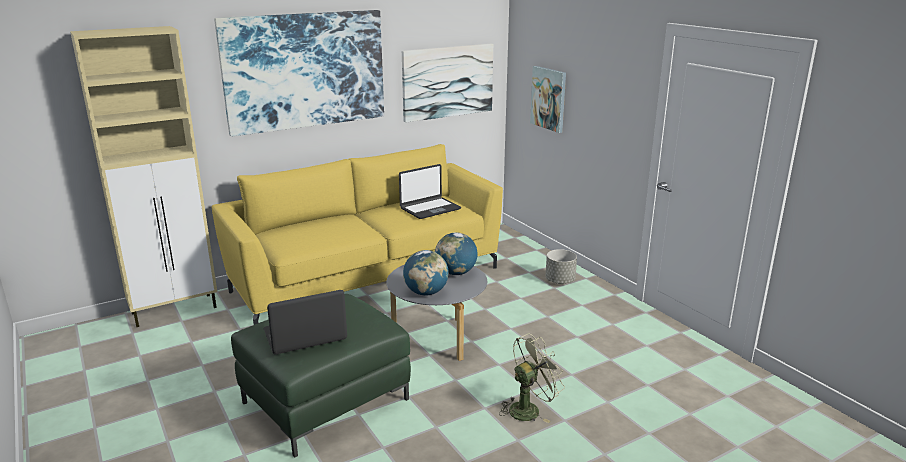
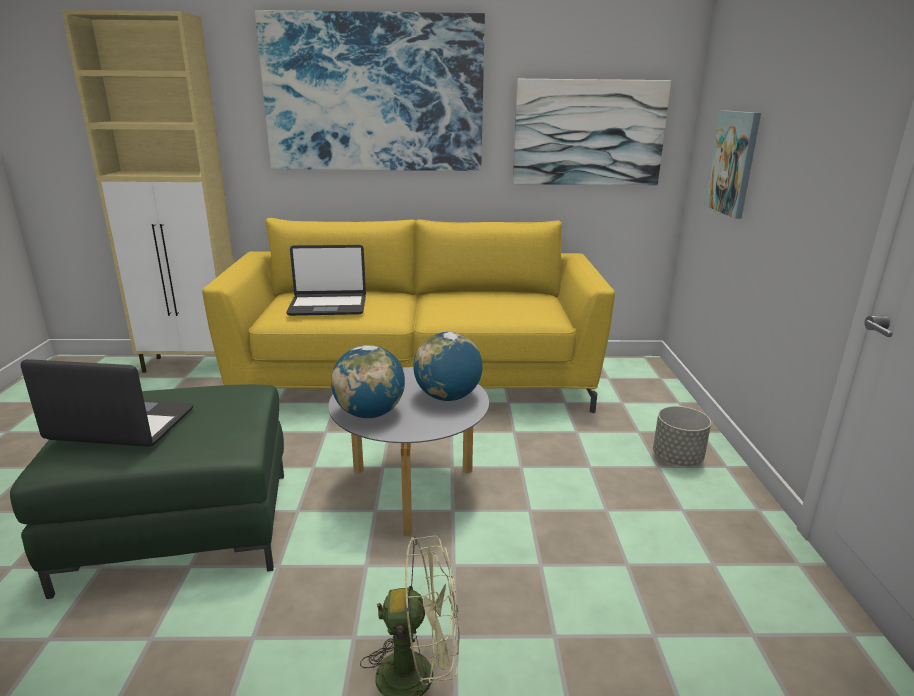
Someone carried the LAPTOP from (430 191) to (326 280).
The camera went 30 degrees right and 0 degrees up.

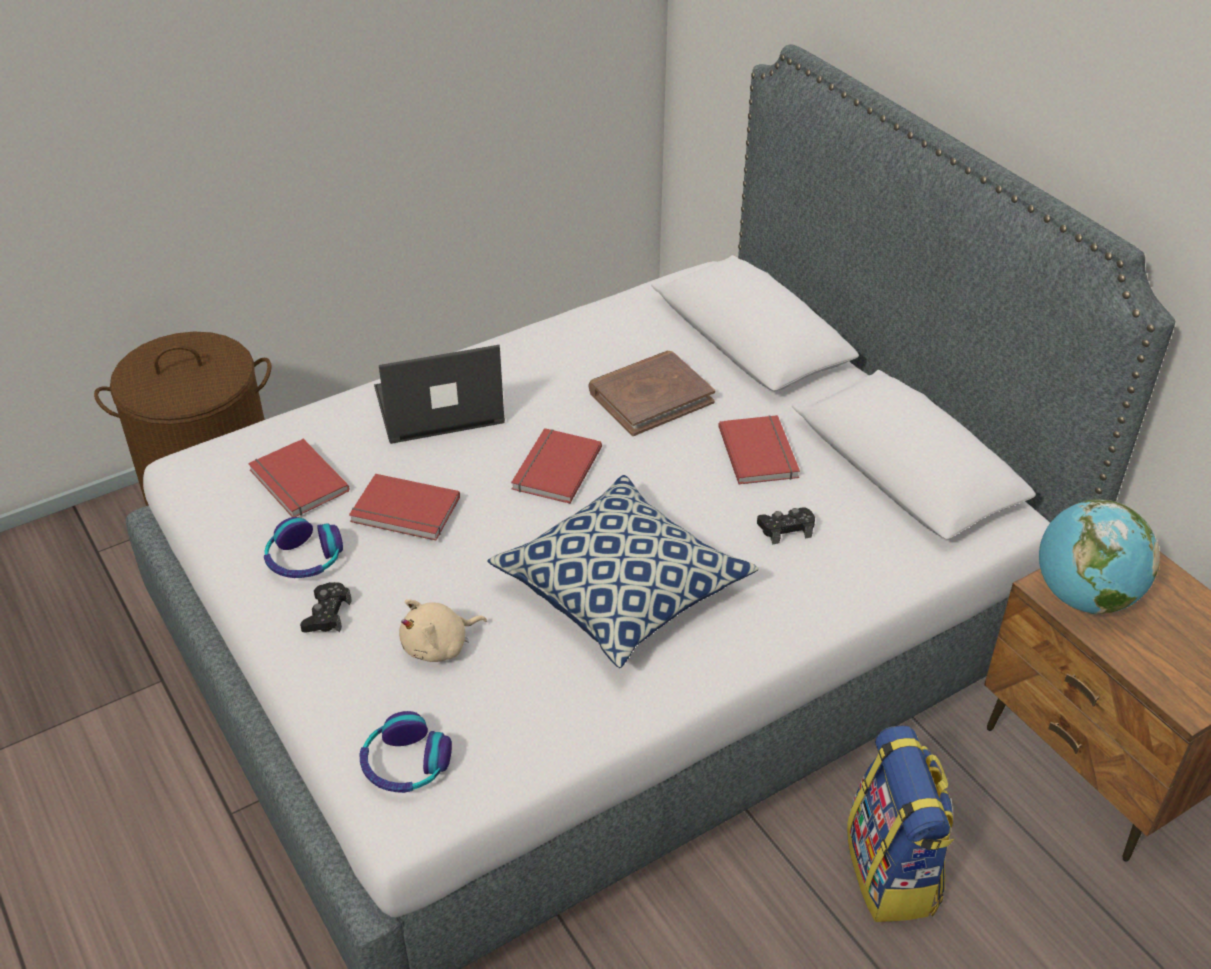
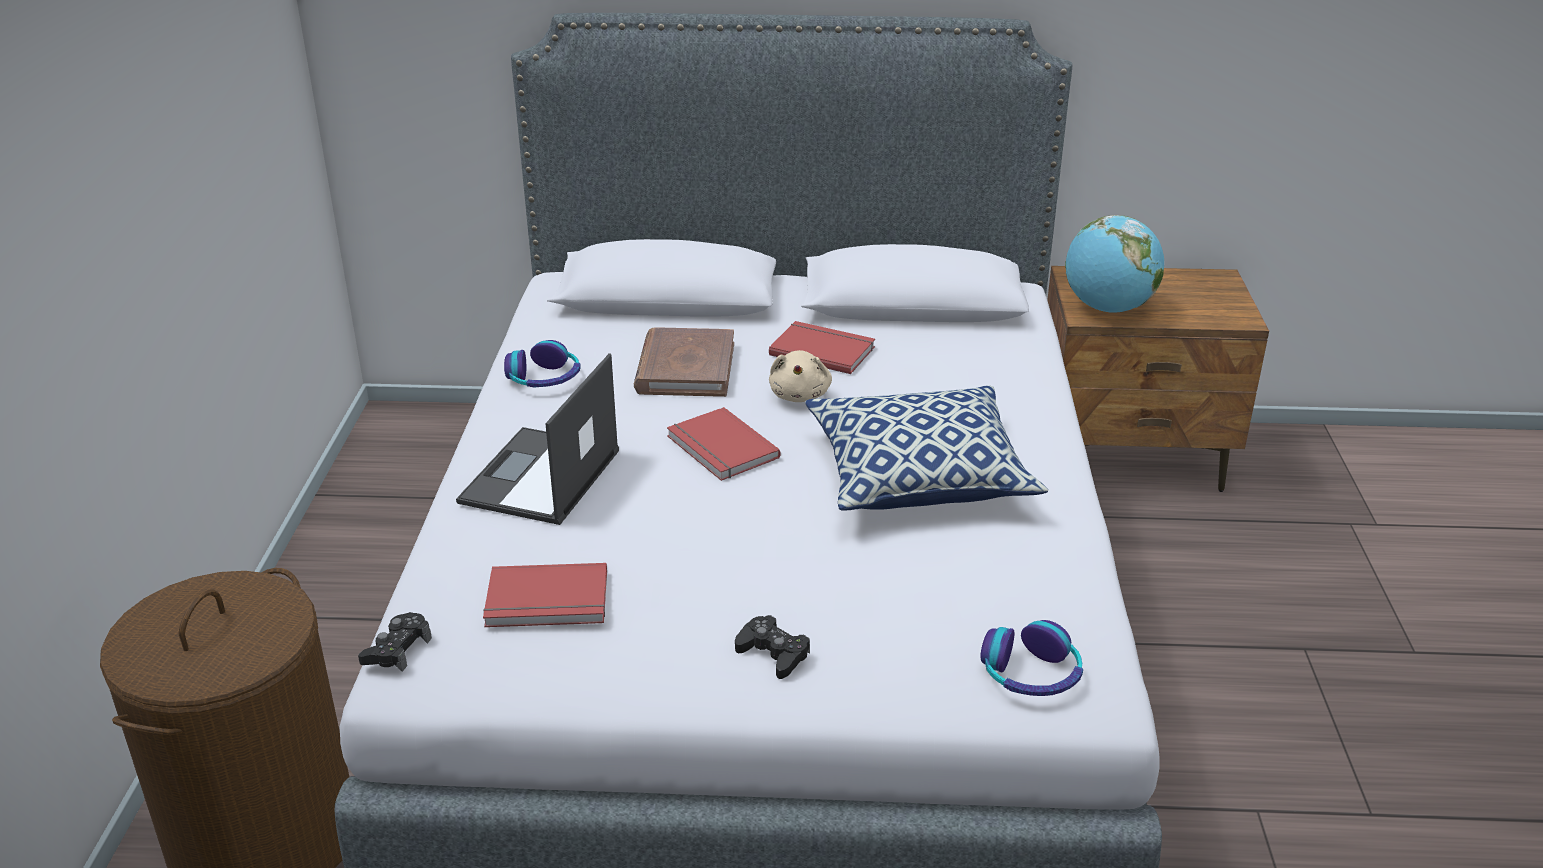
Someone took away the RED BOOK at (404 507).
Someone carried the BLACK GAME CONTROLLER from (786 526) to (395 641).
Someone carried the HEADPHONES from (303 547) to (542 364).
Someone carried the BEIGE PLUSH TOY from (443 630) to (800 376).
Someone took away the BACKPACK at (901 824).
The camera went 55 degrees left and 10 degrees down.

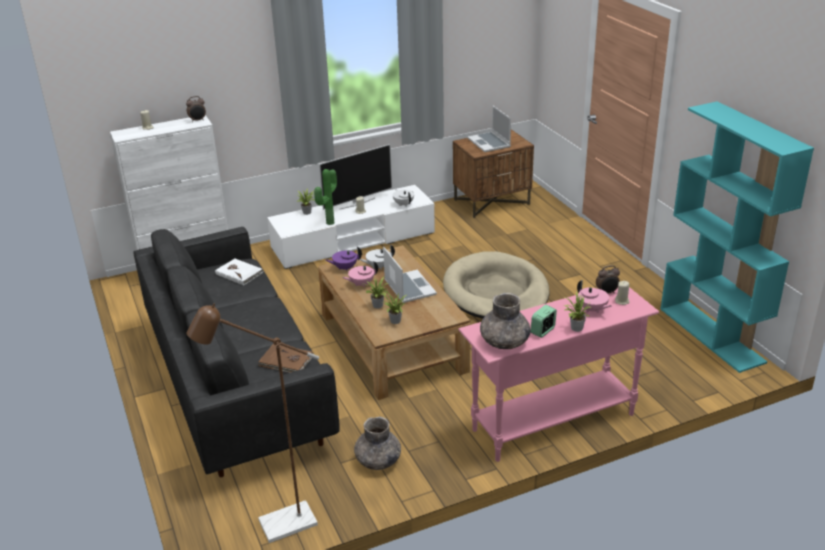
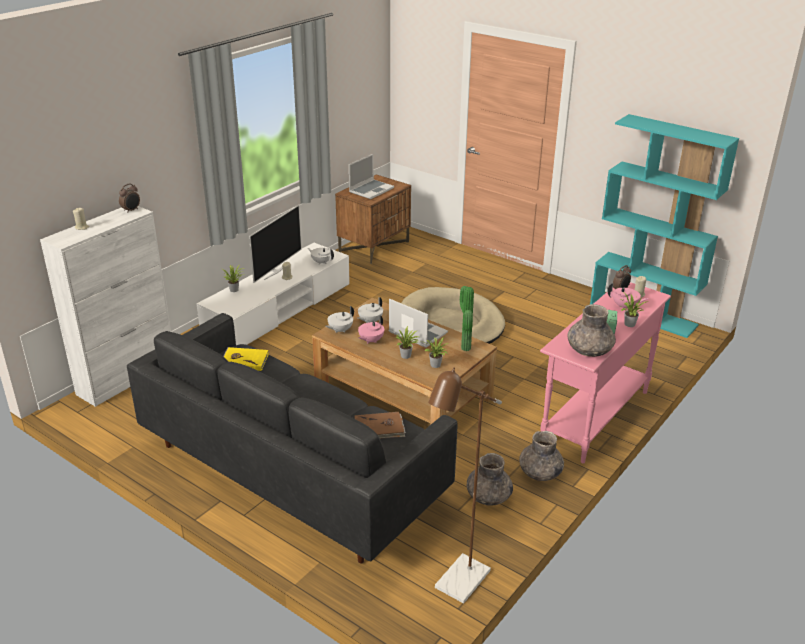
Someone rotated the LAPTOP at (489 128) by 90 degrees counterclockwise.
Someone carried the POTTED PLANT from (325 197) to (467 318).
Someone repainted the PURPLE TEAPOT at (343 258), which became the WHITE TEAPOT at (339 319).
Someone repainted the WHITE BOOK at (239 271), which became the YELLOW BOOK at (246 359).
Someone put down the GREY VASE at (541 456).
The camera went 30 degrees left and 0 degrees up.

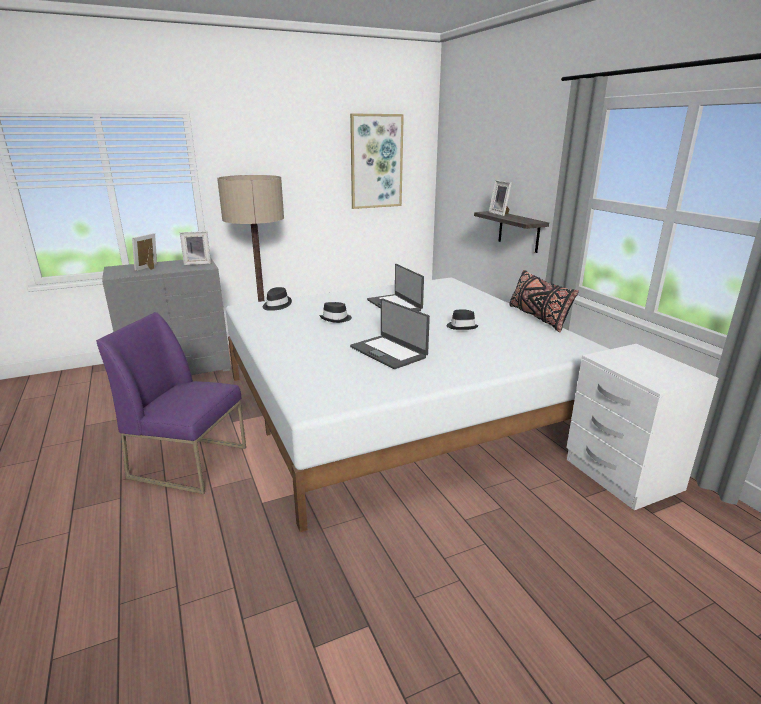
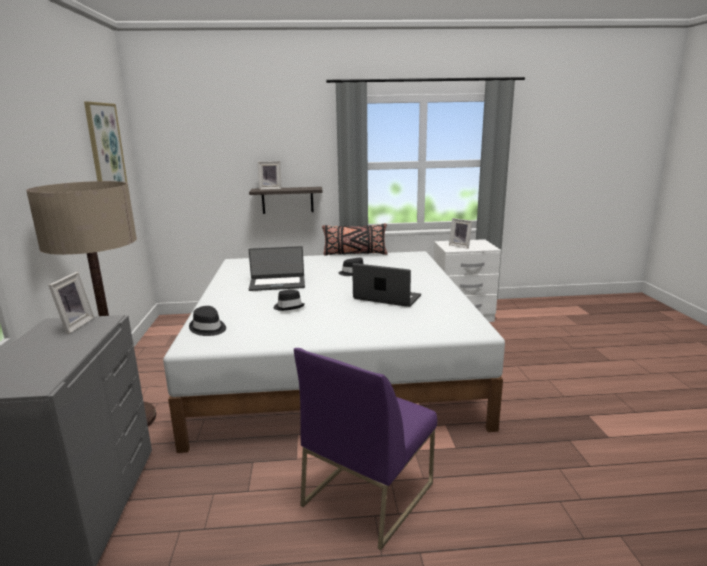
Someone carried the PICTURE FRAME from (144 252) to (461 233).
Someone rotated the LAPTOP at (390 334) by 135 degrees counterclockwise.
The camera went 70 degrees left and 5 degrees down.

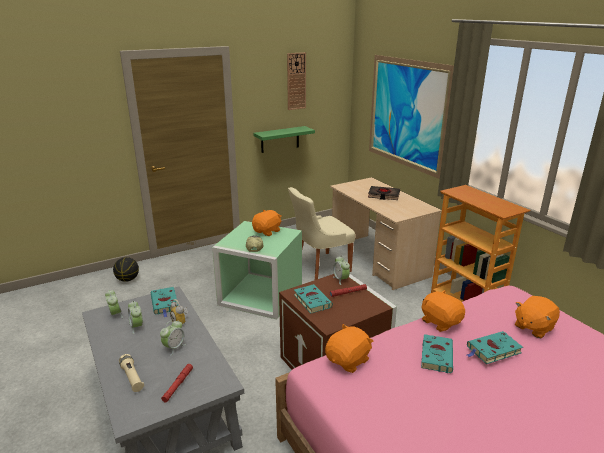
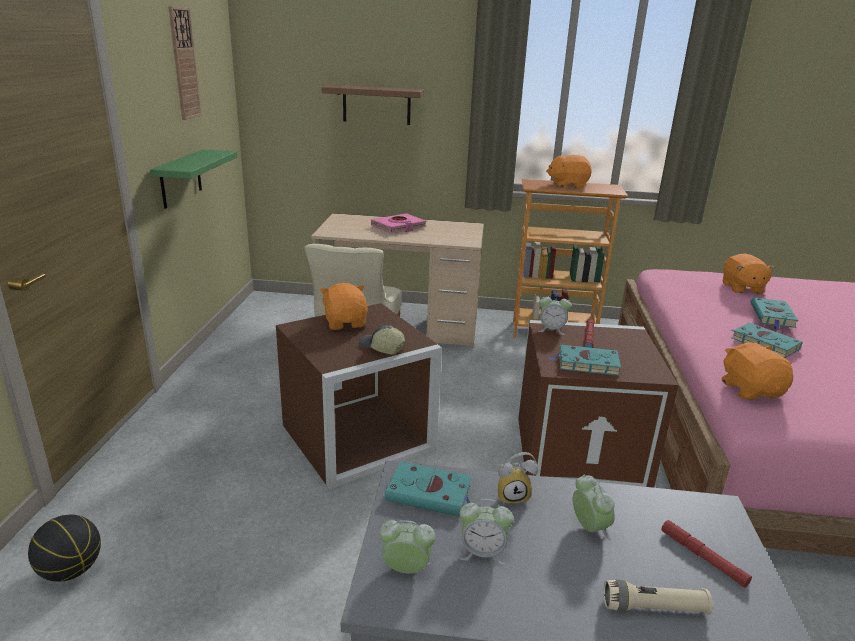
Someone swapped the PICTURE at (411 117) for the BROWN SHELF at (373 105).
Someone repainted the BLACK BOOK at (384 193), which became the PINK BOOK at (399 223).
Someone repainted the GREEN STORAGE BOX at (257 270), which became the BROWN STORAGE BOX at (359 396).
Someone carried the ORANGE PLUSH TOY from (443 311) to (569 171).
The camera went 55 degrees left and 0 degrees up.

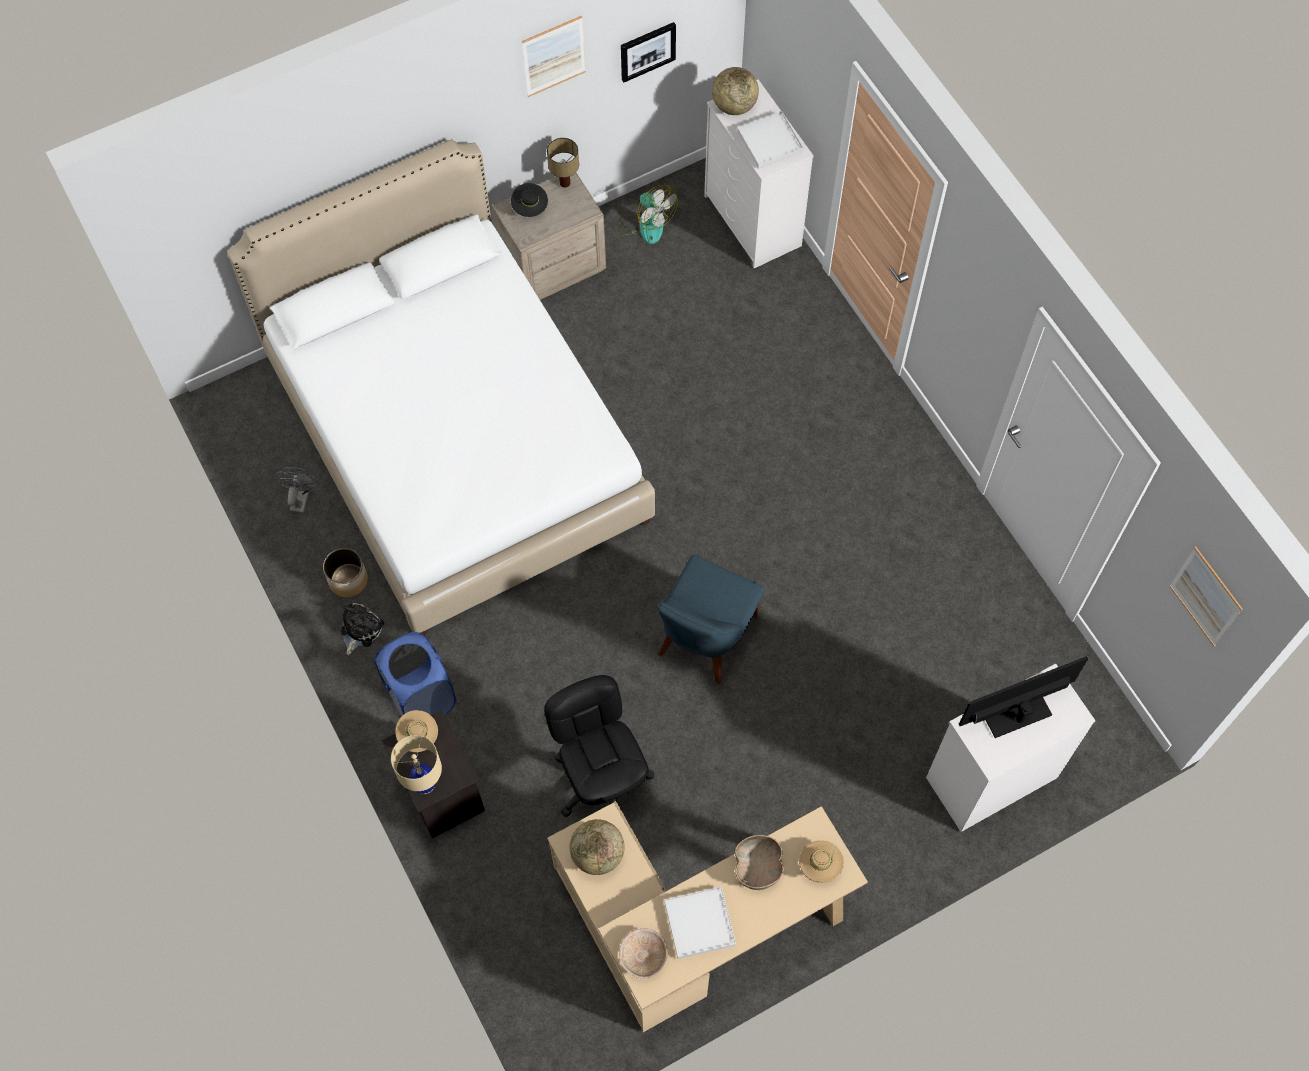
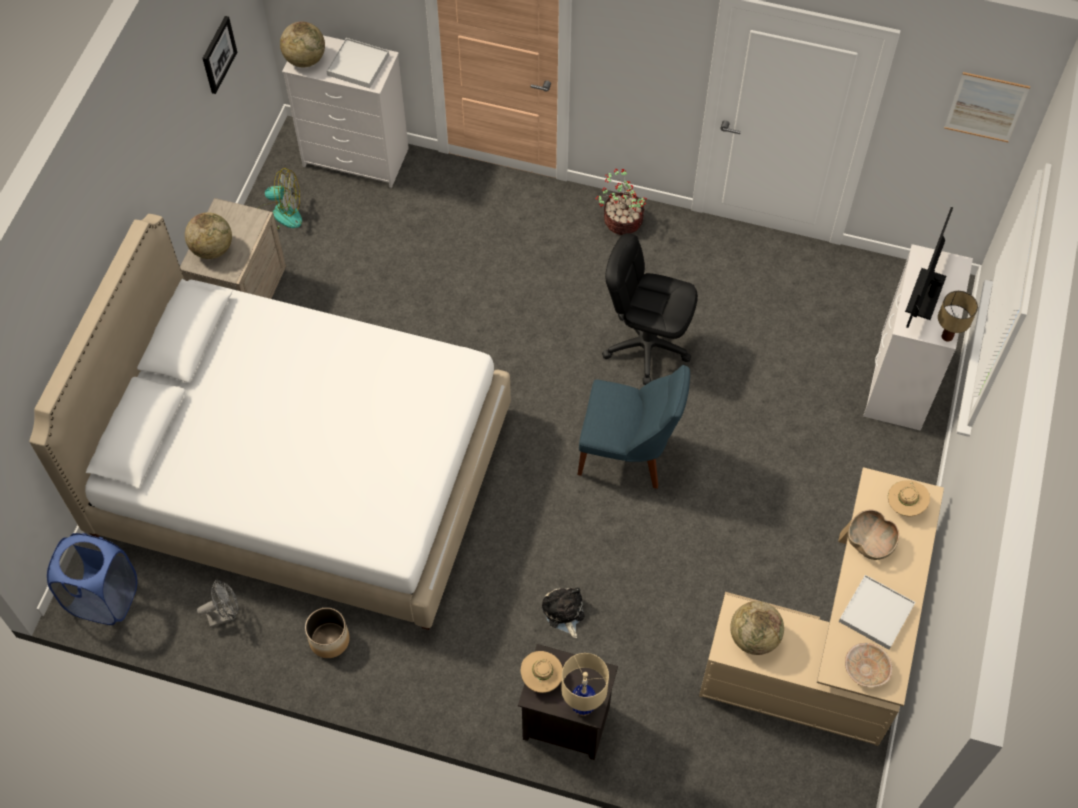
Someone took away the PICTURE at (554 56).
Someone carried the TABLE LAMP from (563 163) to (958 316).
Someone swapped the BLACK HAT at (529 200) for the GLOBE at (208 235).
Someone rotated the GREY FAN at (296 490) by 105 degrees clockwise.
Someone rotated the BLUE CHAIR at (711 619) by 60 degrees counterclockwise.
Someone carried the PLUSH TOY from (362 629) to (563 613).
Someone carried the BLUE LAUNDRY BASKET from (415 674) to (92 579).
Someone carried the BLACK OFFICE CHAIR from (599 746) to (650 309).
Someone put down the POTTED PLANT at (621 202).
The camera went 45 degrees left and 5 degrees down.

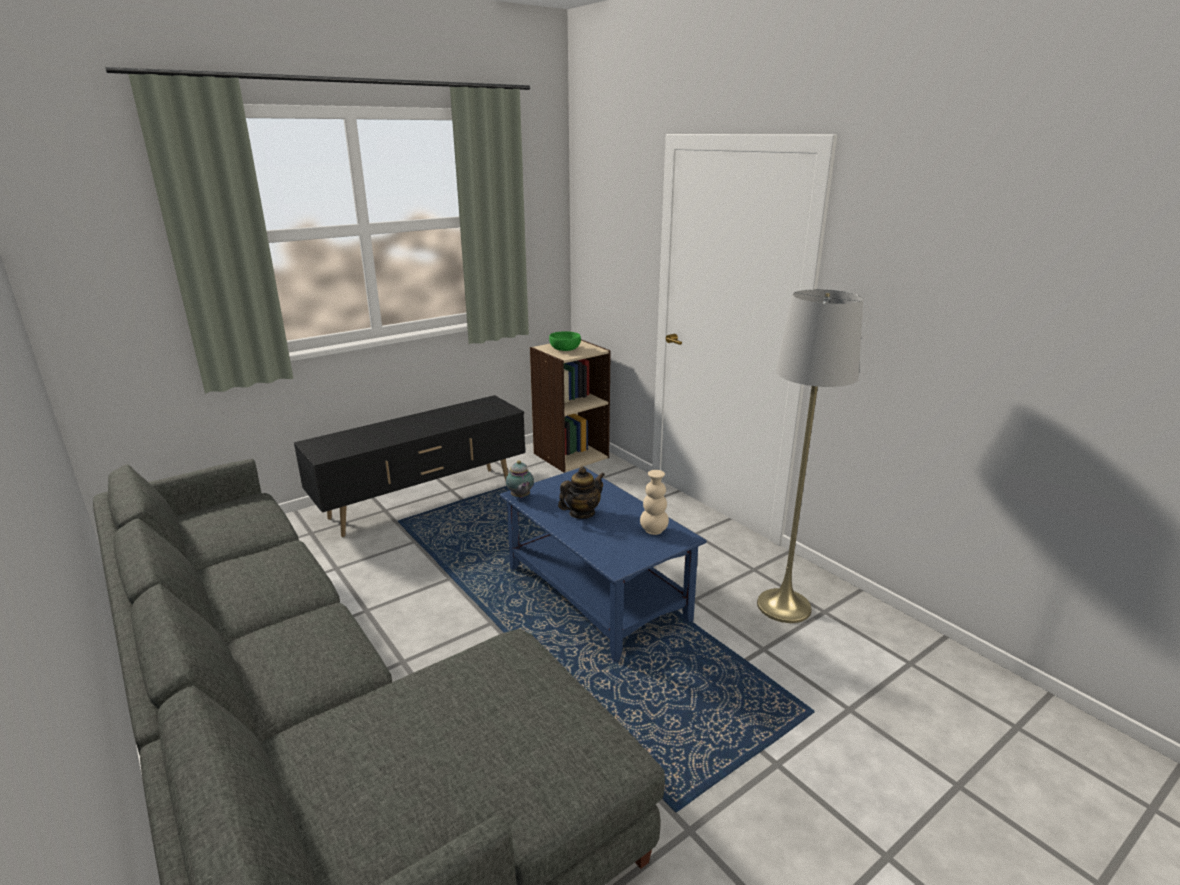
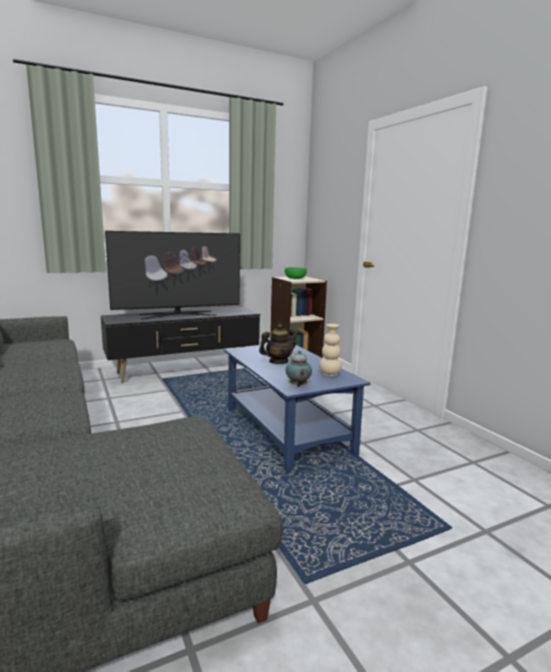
Someone took away the GREY FLOOR LAMP at (810 456).
Someone carried the TEAPOT from (520 479) to (299 368).
Someone put down the TELEVISION at (172 275).
The camera went 10 degrees right and 10 degrees down.

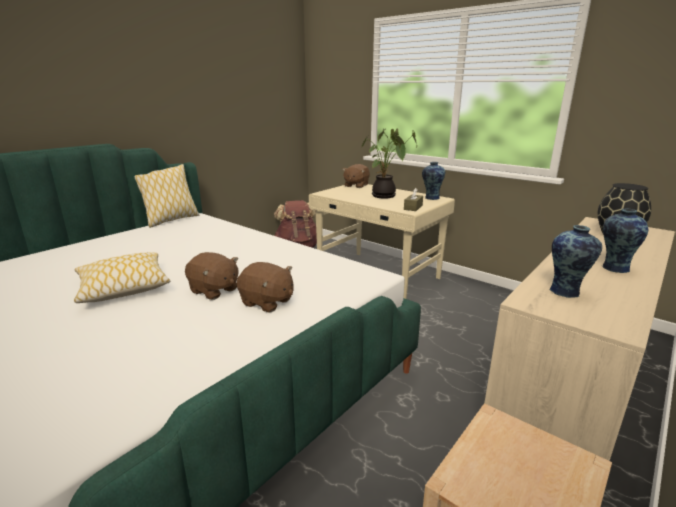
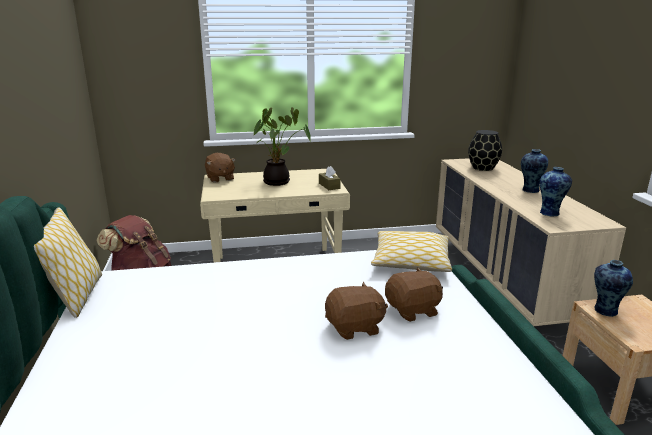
Someone carried the VASE from (433 181) to (613 288).
Someone carried the PILLOW from (122 277) to (411 251).
The camera went 50 degrees left and 0 degrees up.

